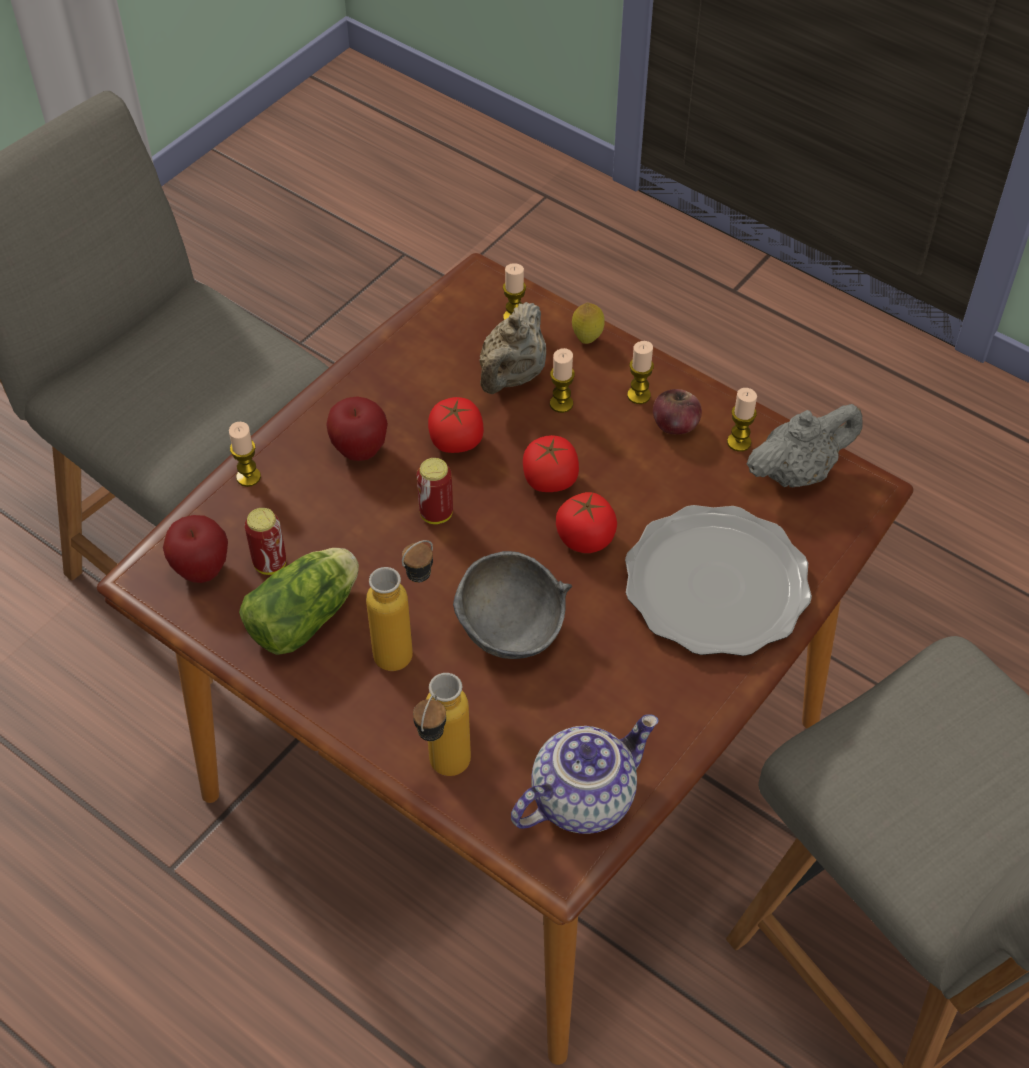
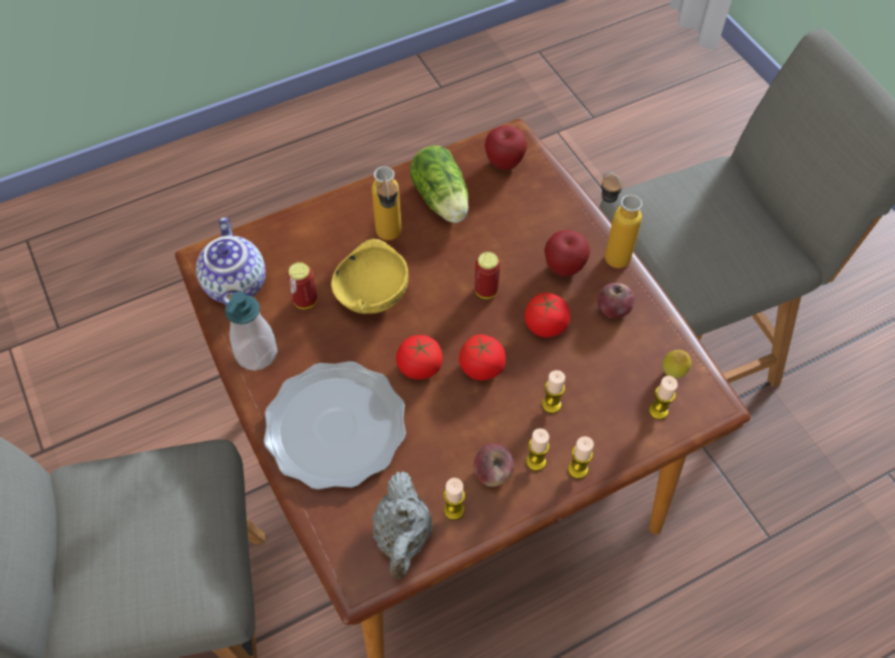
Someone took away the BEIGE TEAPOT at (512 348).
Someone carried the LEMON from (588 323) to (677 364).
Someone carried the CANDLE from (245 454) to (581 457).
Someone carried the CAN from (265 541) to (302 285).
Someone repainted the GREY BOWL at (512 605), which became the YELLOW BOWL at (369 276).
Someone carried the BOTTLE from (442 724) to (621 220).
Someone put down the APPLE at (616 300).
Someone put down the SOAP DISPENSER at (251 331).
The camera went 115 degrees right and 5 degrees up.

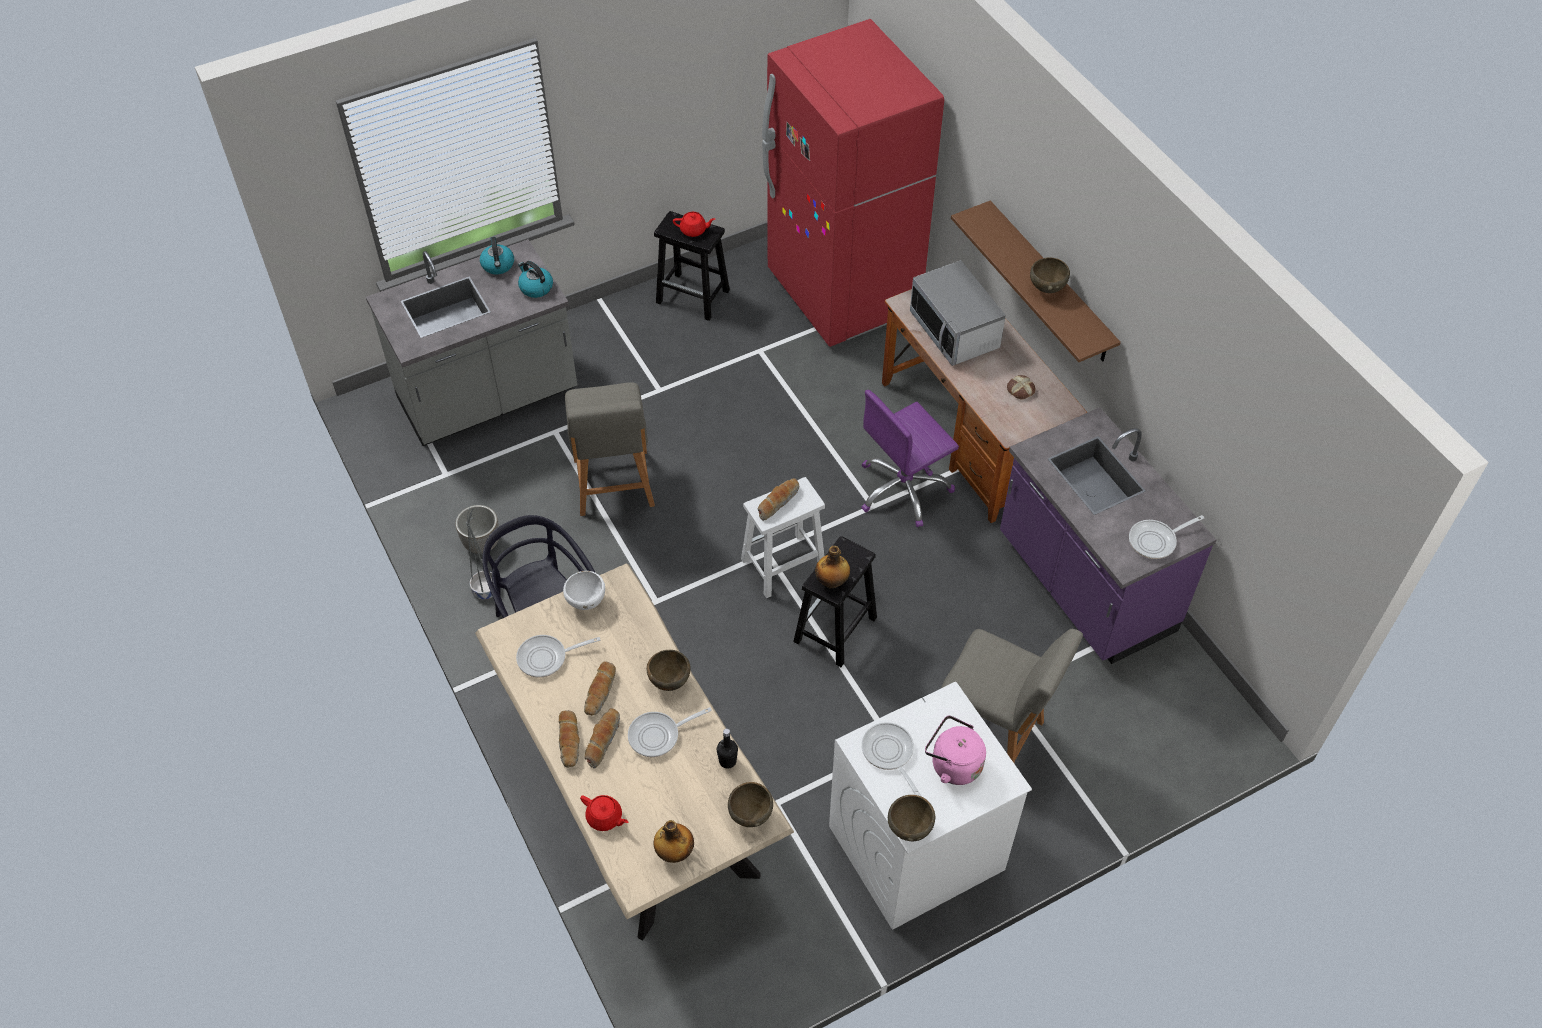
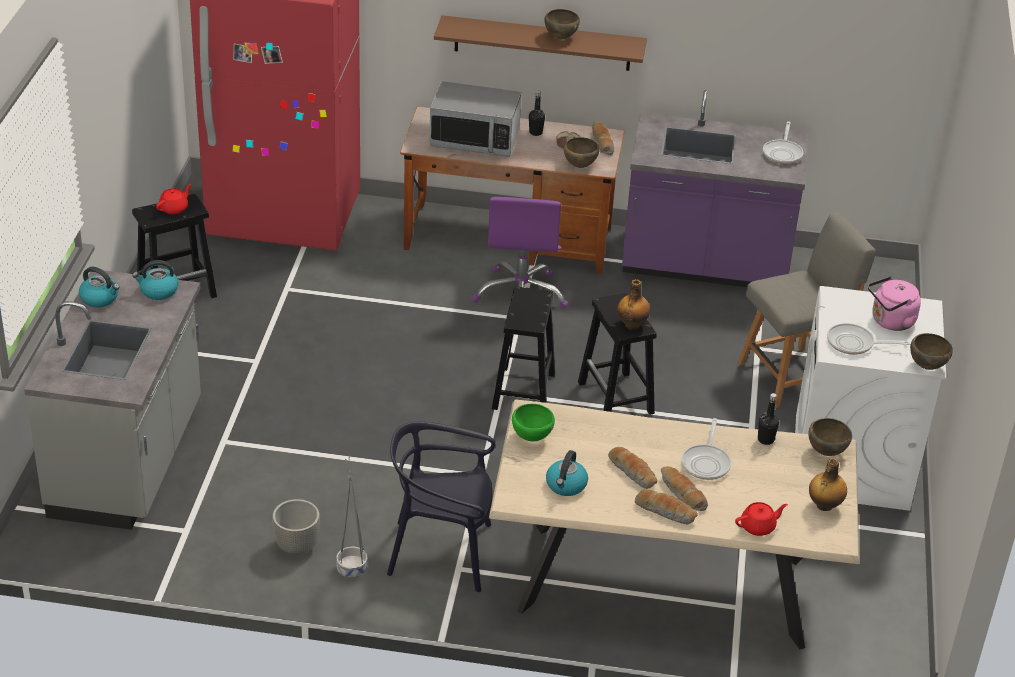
Someone took away the GREY CHAIR at (610 449).
Someone repainted the WHITE STOOL at (783 537), which became the BLACK STOOL at (523 348).
Someone carried the BREAD from (778 499) to (603 138).
Someone repainted the WHITE BOWL at (584 590), which became the GREEN BOWL at (533 422).
Someone swapped the FRYING PAN at (558 656) for the KETTLE at (567 473).
Someone carried the BROWN BOWL from (669 670) to (581 152).
Someone put down the BLACK BOTTLE at (537 113).
The camera went 55 degrees left and 15 degrees down.

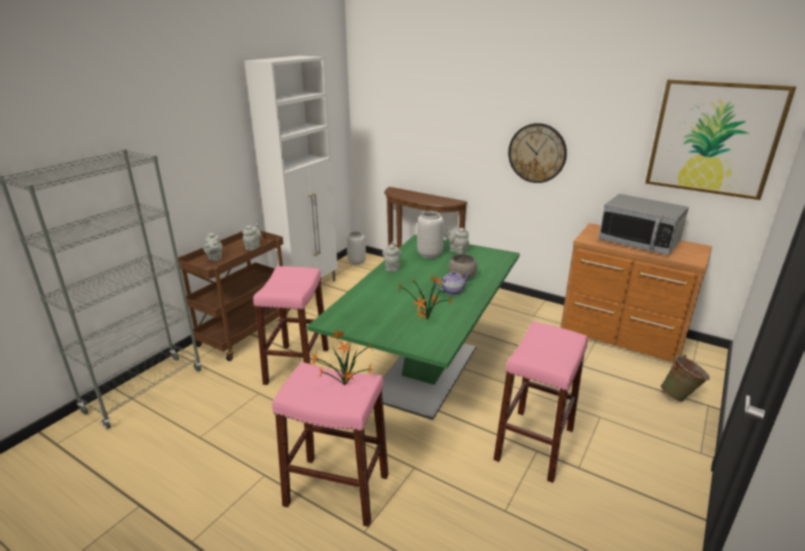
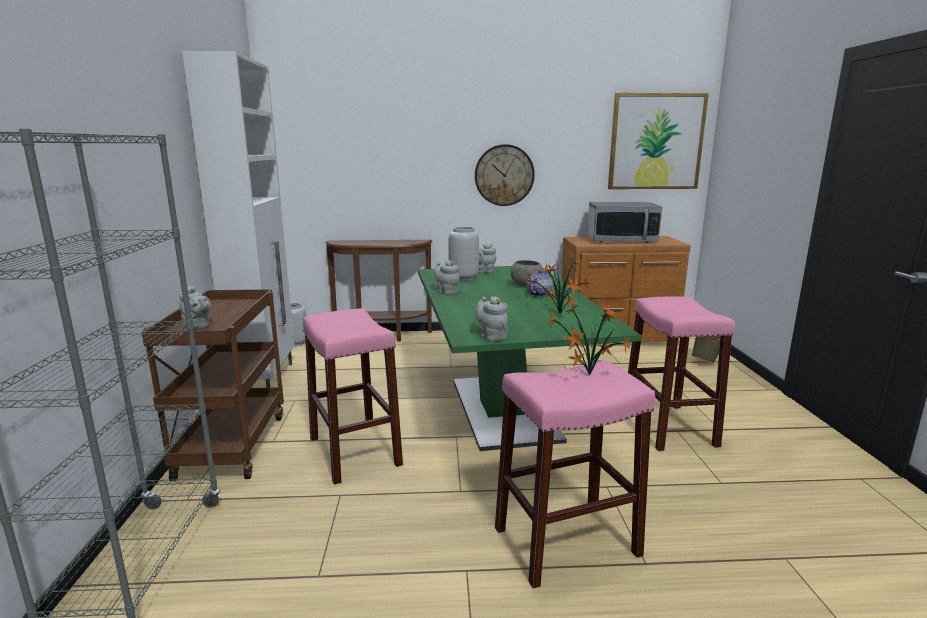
Someone carried the GREY TEAPOT from (251 236) to (492 318).
The camera went 35 degrees left and 10 degrees down.

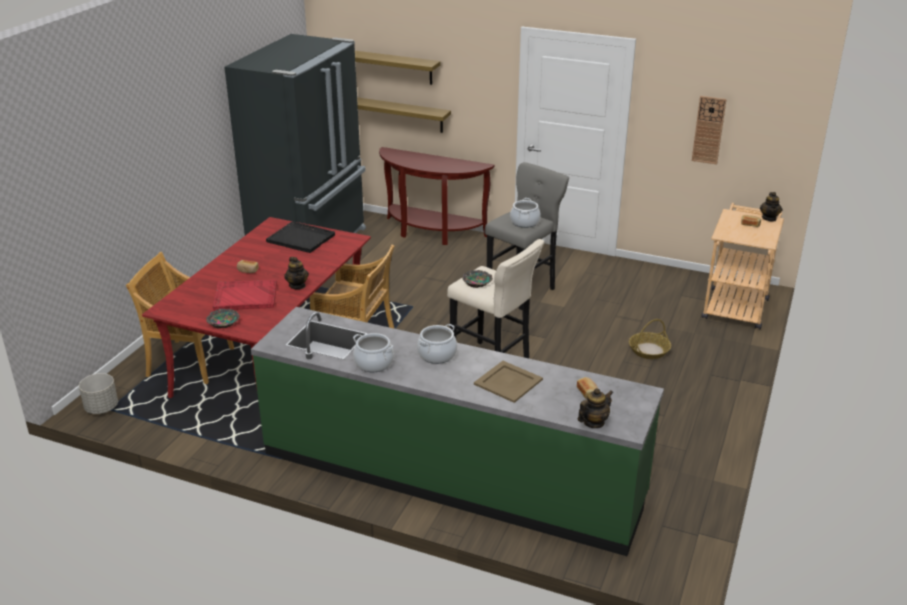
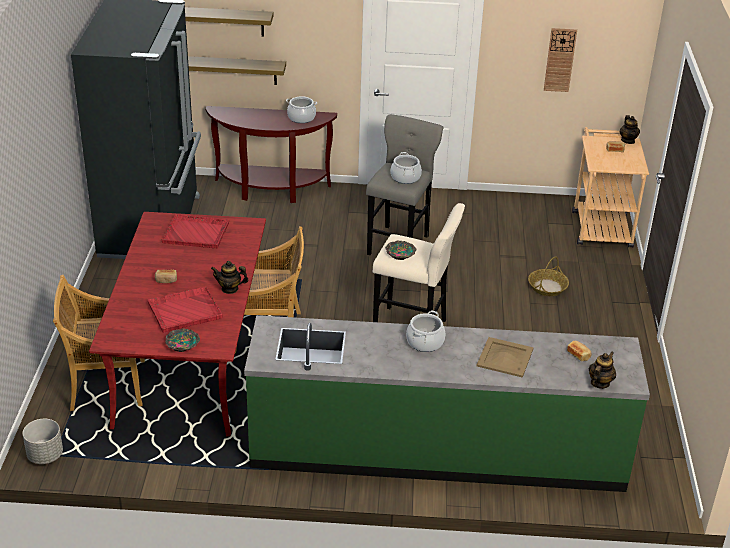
Someone repainted the BLACK TRAY at (300 237), which became the RED TRAY at (195 231).
Someone rotated the TEAPOT at (296 273) by 135 degrees clockwise.
Someone carried the COOKING POT from (373 352) to (301 109).
The camera went 20 degrees left and 5 degrees up.

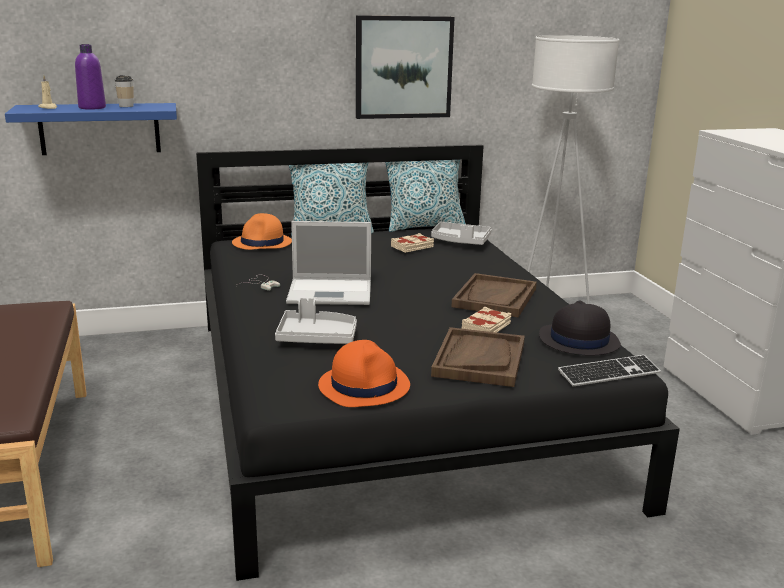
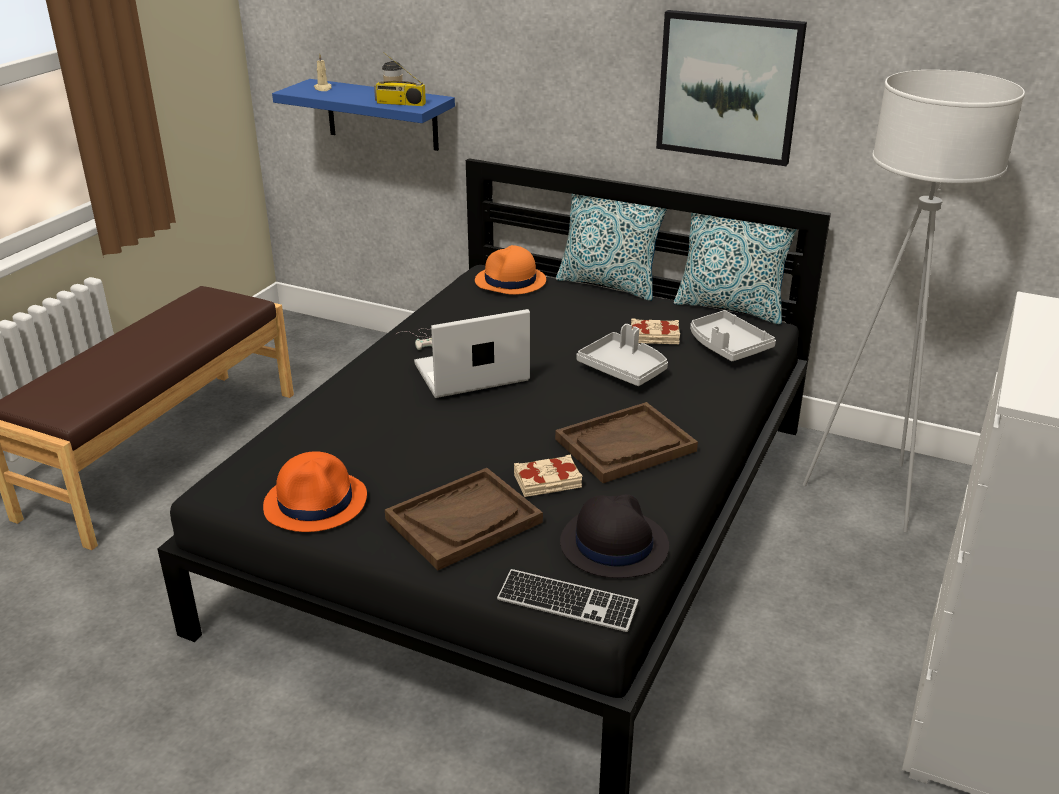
Someone took away the PURPLE BOTTLE at (90 77).
Someone rotated the LAPTOP at (328 263) by 120 degrees clockwise.
Someone carried the GREY TRAY from (316 321) to (622 355).
Someone put down the RADIO at (400 79).
The camera went 40 degrees right and 10 degrees up.

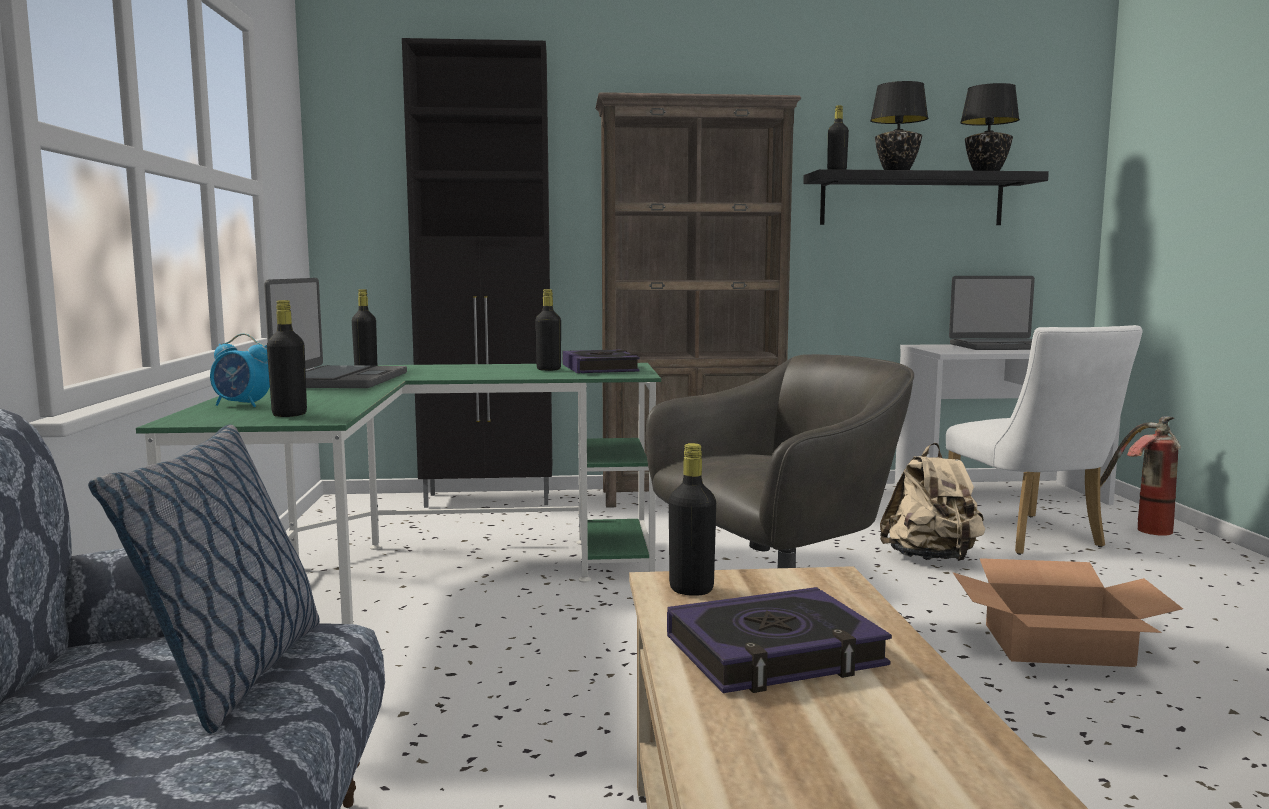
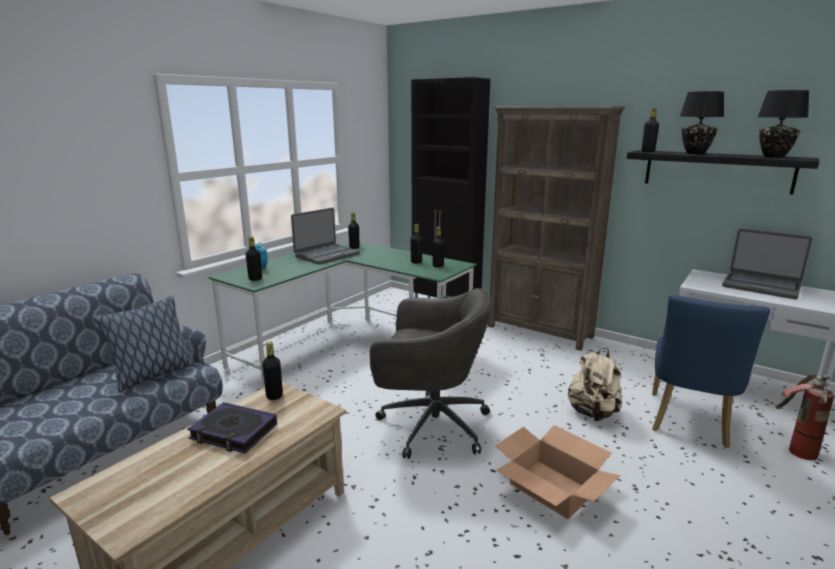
Someone repainted the WHITE CHAIR at (1044 440), which became the BLUE CHAIR at (711 371).
Someone swapped the BOOK at (601 361) for the BLACK BOTTLE at (439 247).
The camera went 40 degrees right and 10 degrees up.

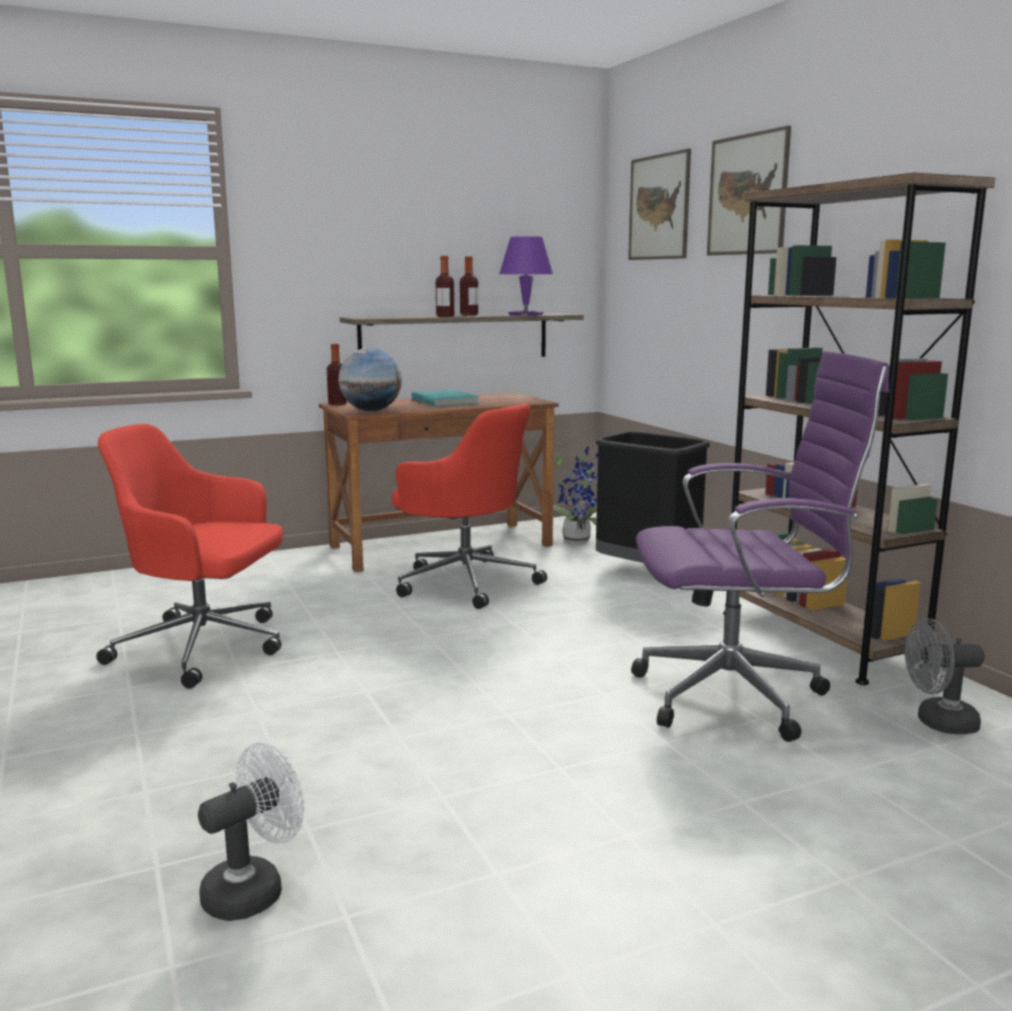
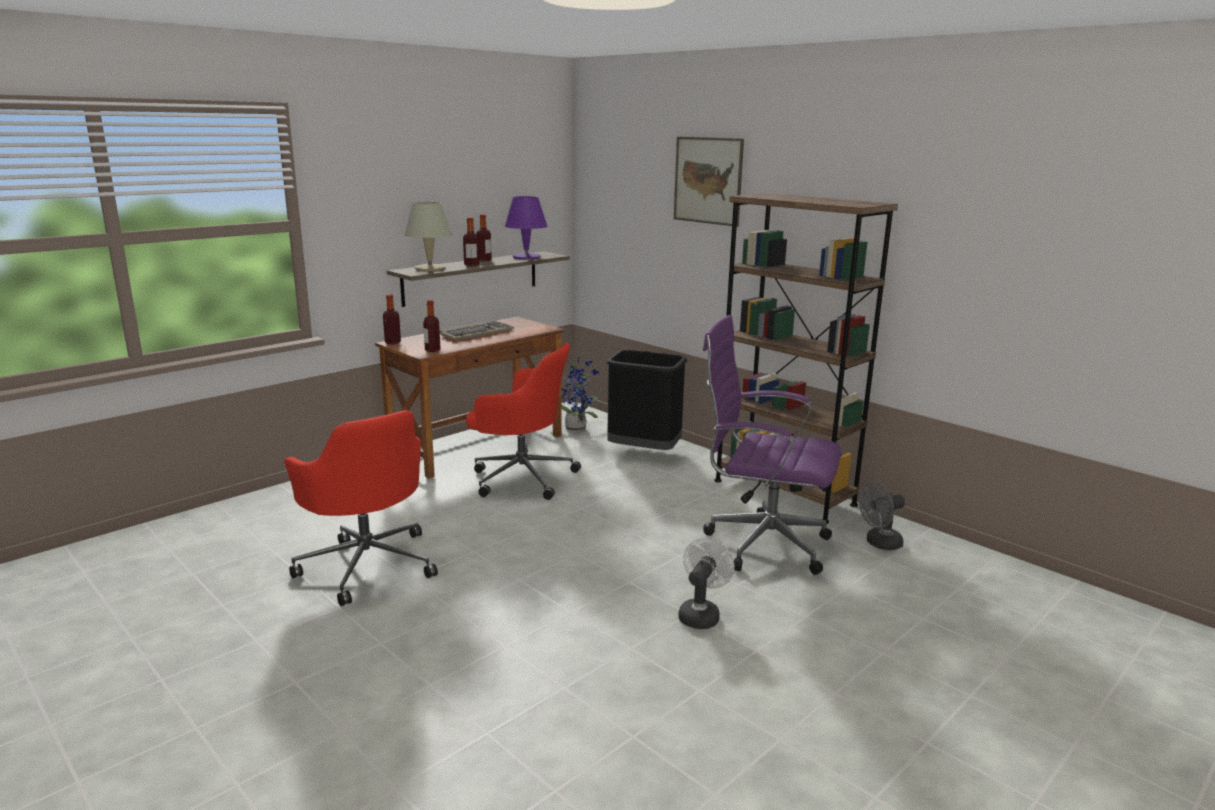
Someone took away the PICTURE at (659 204).
Someone swapped the GLOBE at (370 379) for the BOTTLE at (431 326).
Someone rotated the PURPLE OFFICE CHAIR at (760 546) by 135 degrees counterclockwise.
Someone swapped the TURQUOISE BOOK at (445 398) for the KEYBOARD at (477 330).
Someone rotated the RED OFFICE CHAIR at (189 556) by 120 degrees counterclockwise.
Someone carried the WHITE FAN from (251 831) to (706 583).
Someone put down the BEIGE TABLE LAMP at (428 236).
The camera went 20 degrees left and 5 degrees up.

